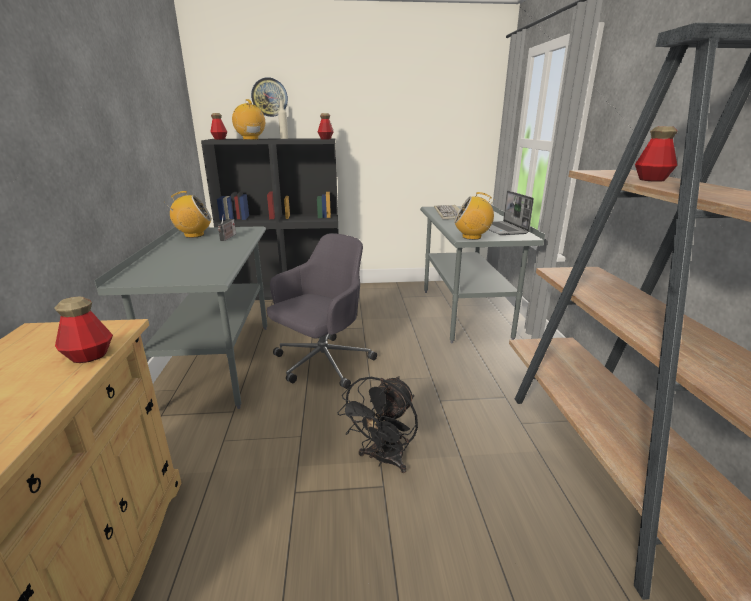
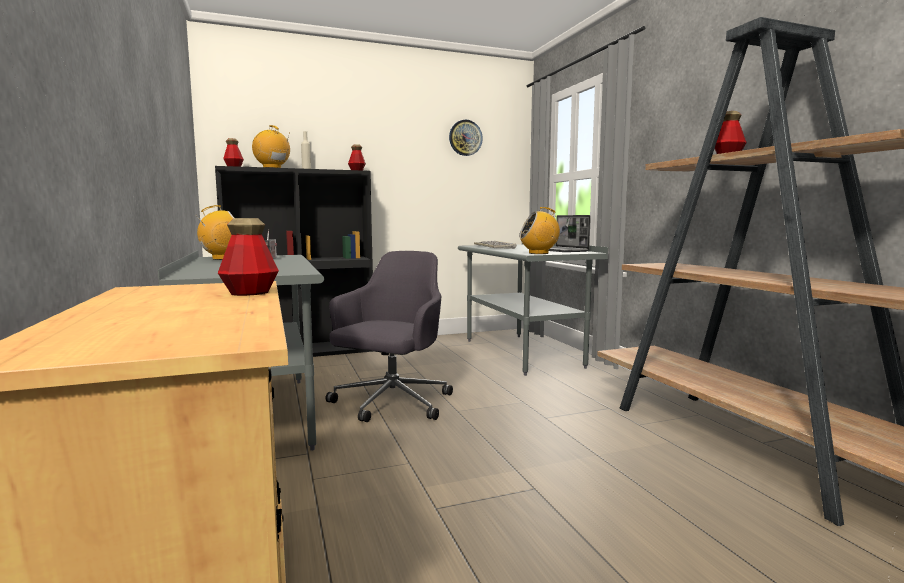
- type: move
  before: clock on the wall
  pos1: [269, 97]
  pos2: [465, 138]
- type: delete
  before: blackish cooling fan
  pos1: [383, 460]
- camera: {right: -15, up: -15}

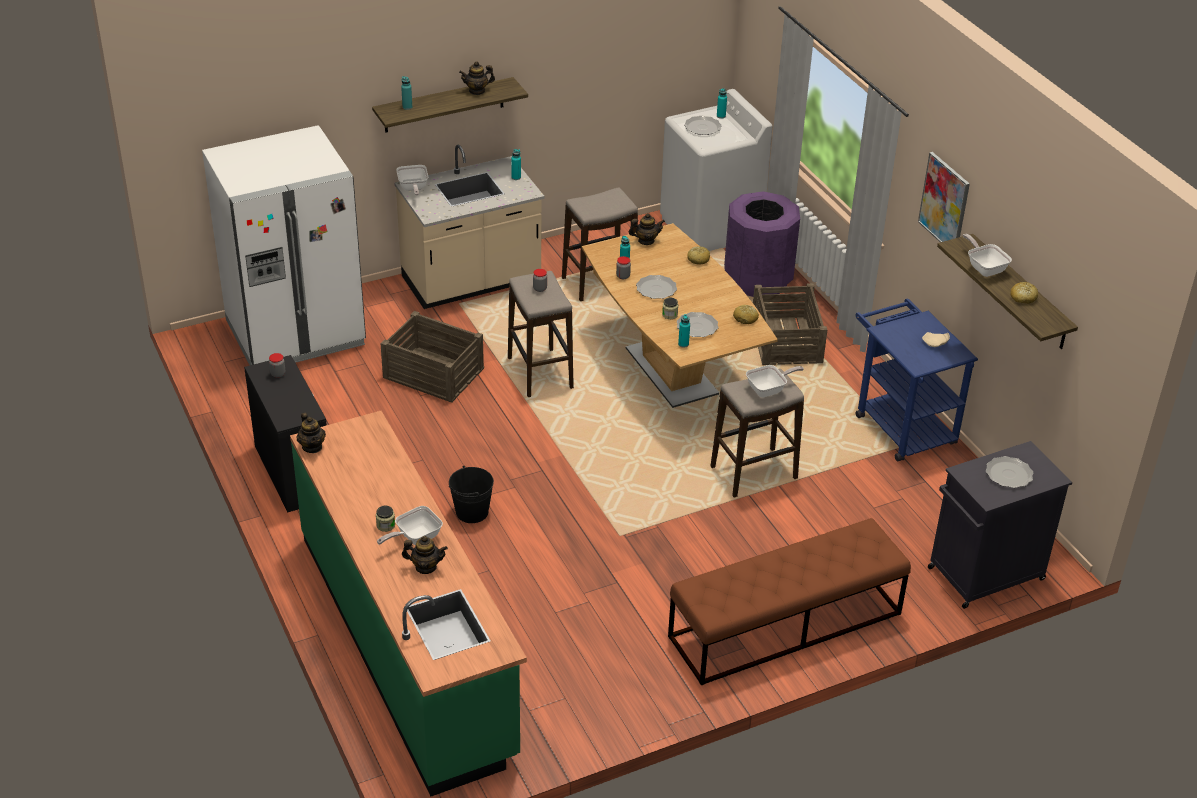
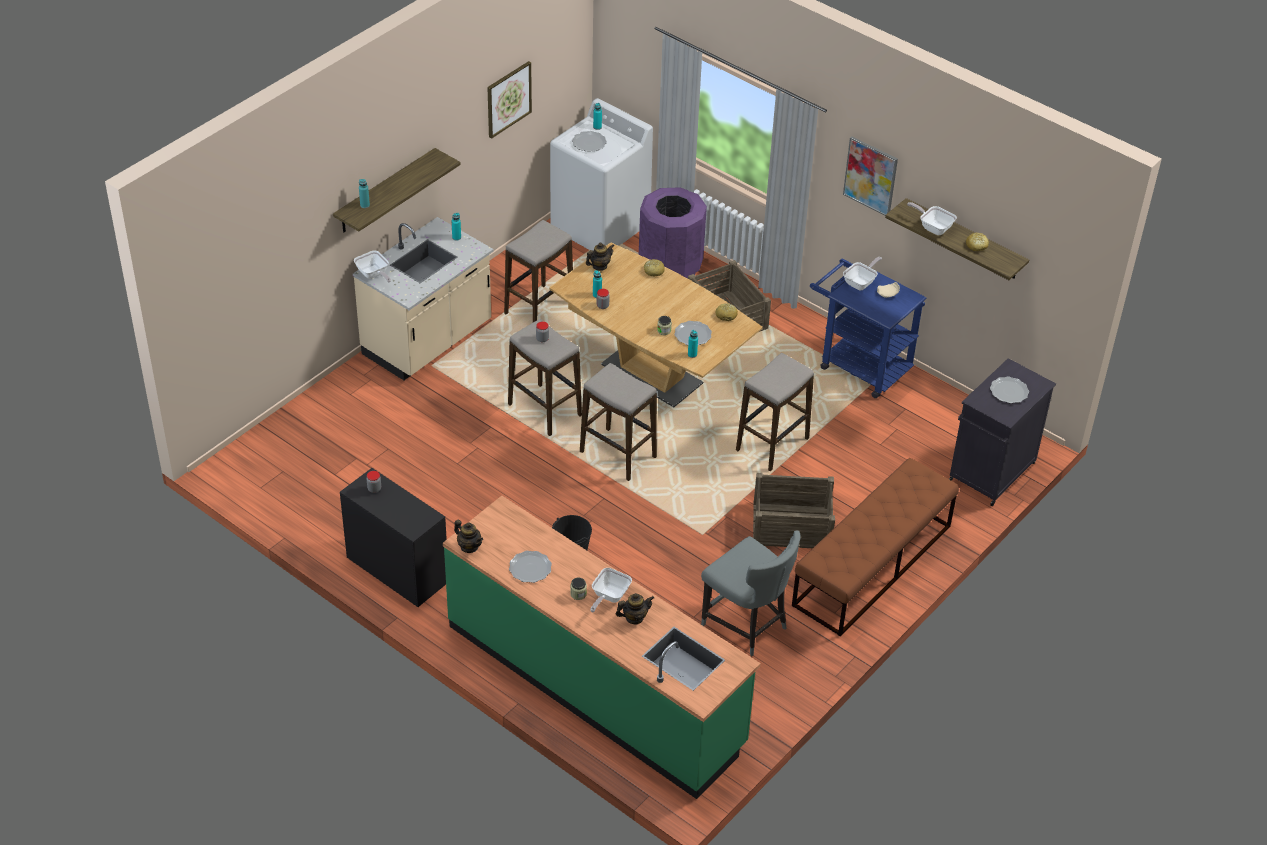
- type: delete
  before: white-coloured kitchen fridge
  pos1: [296, 333]
- type: move
  before: shipping crate
  pos1: [433, 373]
  pos2: [792, 525]
- type: delete
  before: teapot
  pos1: [477, 91]
- type: move
  before: dinner plate
  pos1: [656, 288]
  pos2: [530, 568]
- type: move
  before: frying pan
  pos1: [769, 390]
  pos2: [861, 282]
- type: insert
  after: wall picture
  pos2: [508, 99]
- type: insert
  after: stool seat
  pos2: [618, 455]
- type: insert
  after: greyish upright chair
  pos2: [746, 626]
- camera: {right: -25, up: 5}

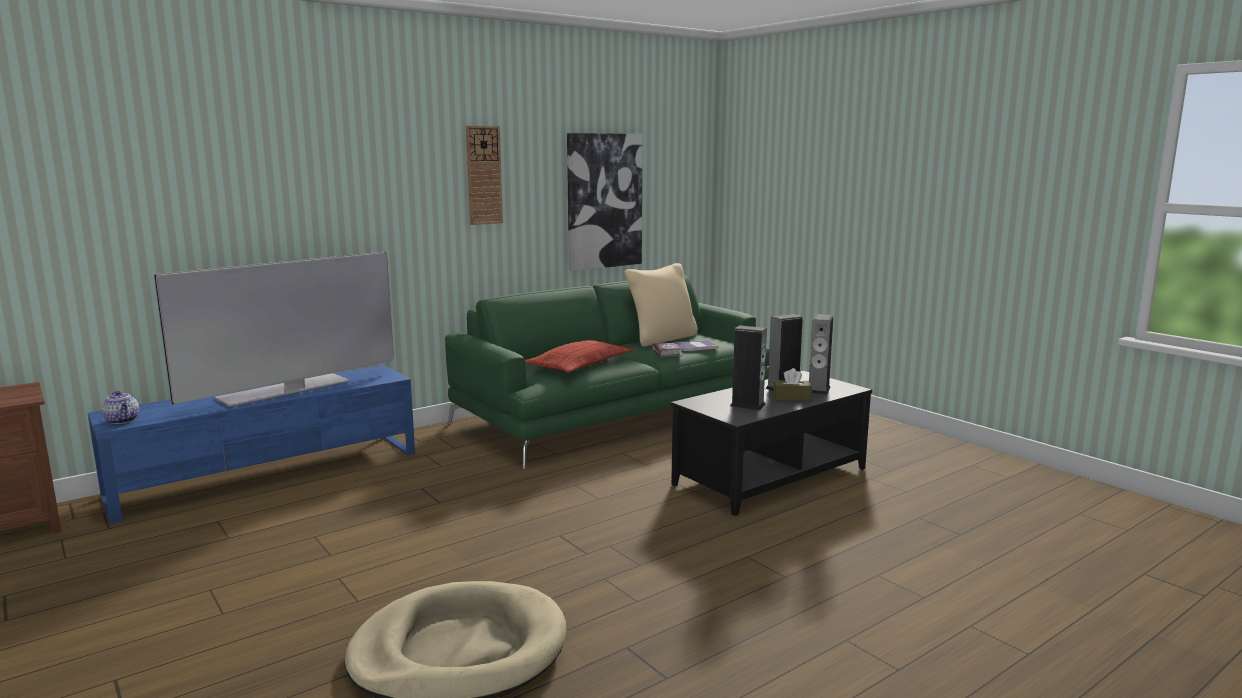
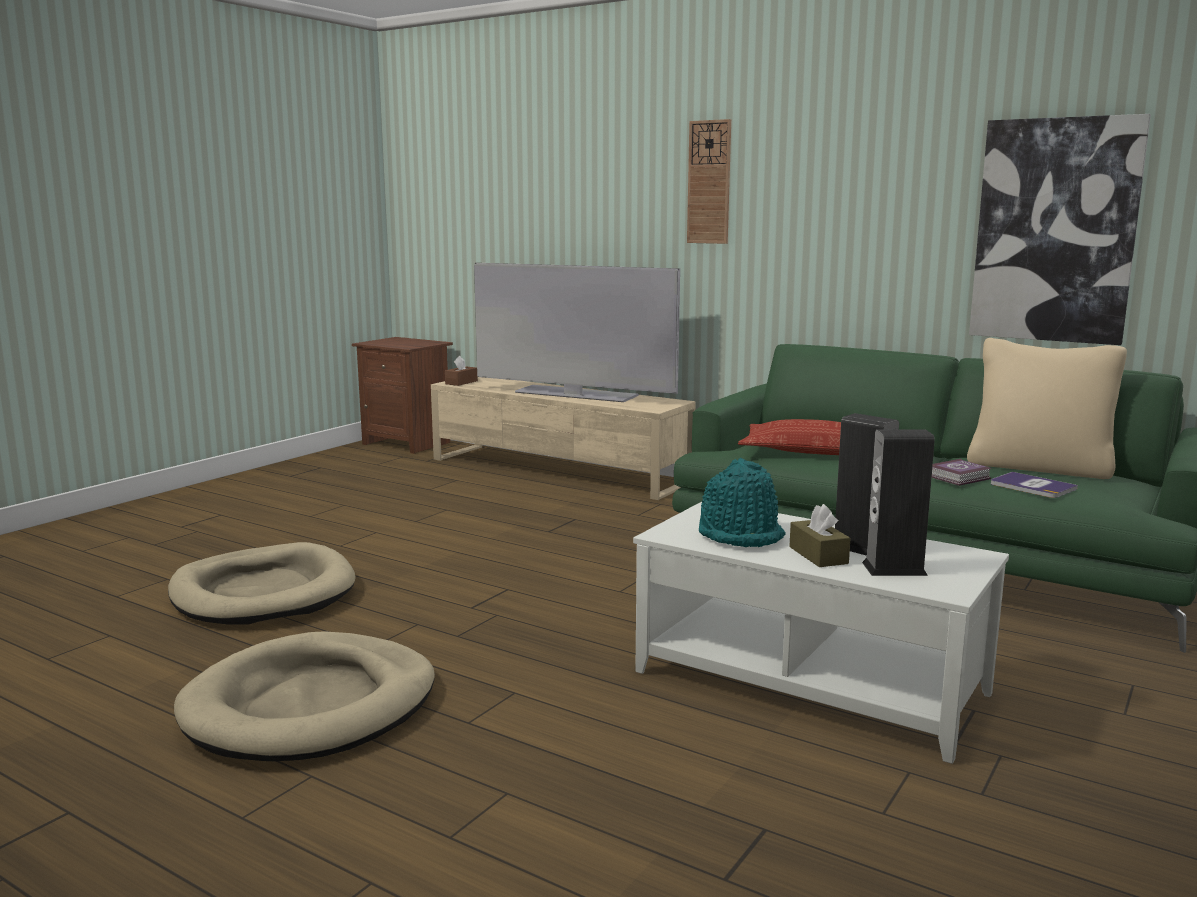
- type: recolor
  before: blue media console
  after: sand-coloured media console
  pos1: [270, 474]
  pos2: [558, 471]
- type: replace
  before: teapot
  after: brownish box of tissues
  pos1: [123, 420]
  pos2: [461, 382]
- type: move
  before: clock on the wall
  pos1: [484, 175]
  pos2: [709, 182]
- type: recolor
  before: blackish coffee table
  after: white-coloured coffee table
  pos1: [769, 476]
  pos2: [810, 681]
- type: replace
  before: speaker
  after: turquoise clothing hat
  pos1: [747, 405]
  pos2: [740, 534]
- type: insert
  after: sand-coloured pet bed
  pos2: [311, 706]
- camera: {right: 70, up: 0}

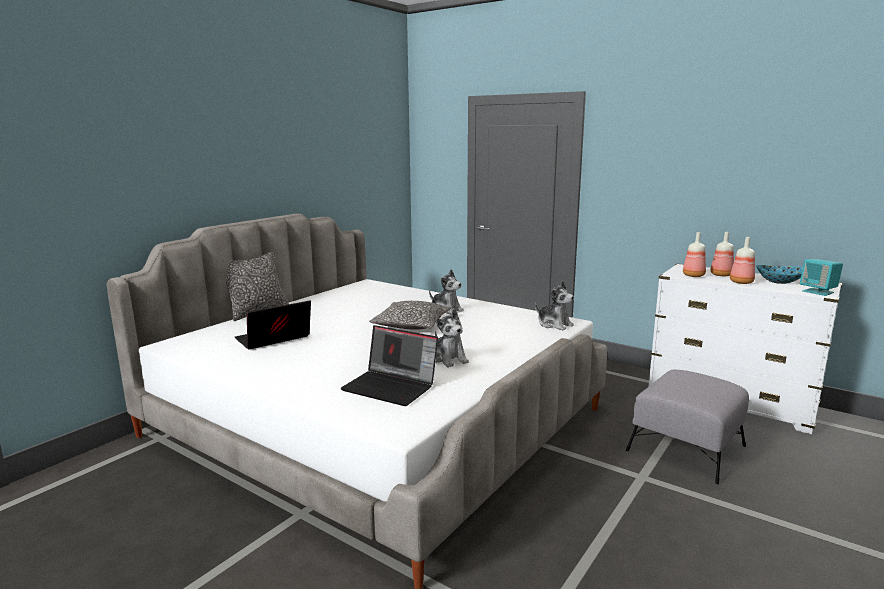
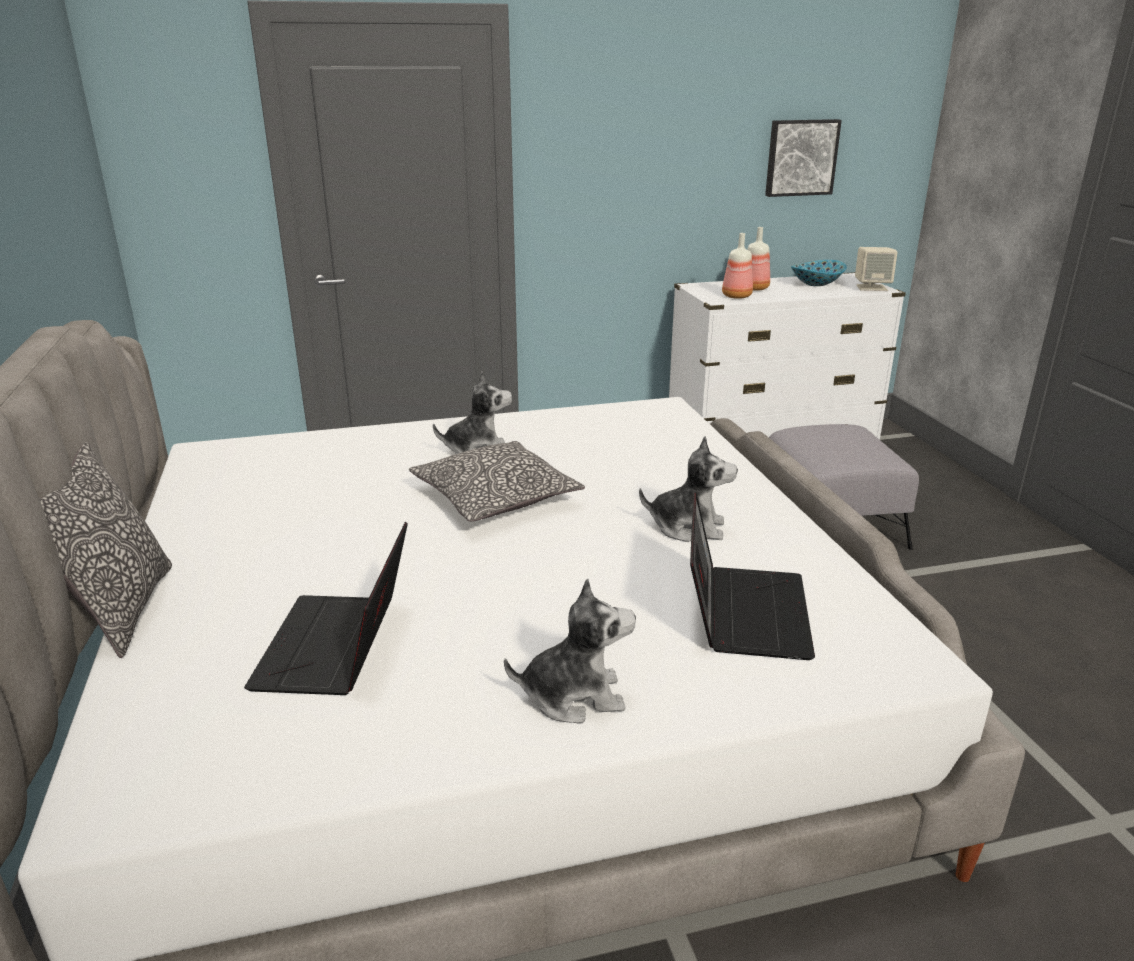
- type: rotate
  before: portable computer
  pos1: [391, 387]
  pos2: [743, 611]
  turn: -60
- type: move
  before: plush toy
  pos1: [554, 324]
  pos2: [574, 696]
- type: delete
  before: beverage bottle
  pos1: [741, 282]
- type: recolor
  before: turquoise speaker
  after: sand-coloured speaker
  pos1: [818, 292]
  pos2: [872, 287]
- type: insert
  after: wall picture
  pos2: [800, 157]
- camera: {right: -50, up: 10}

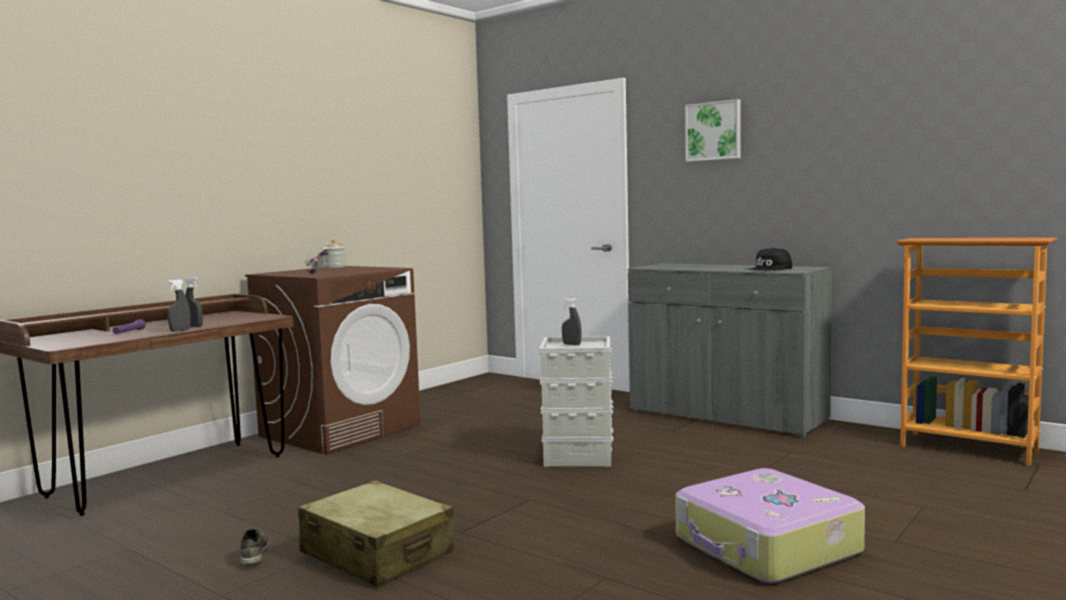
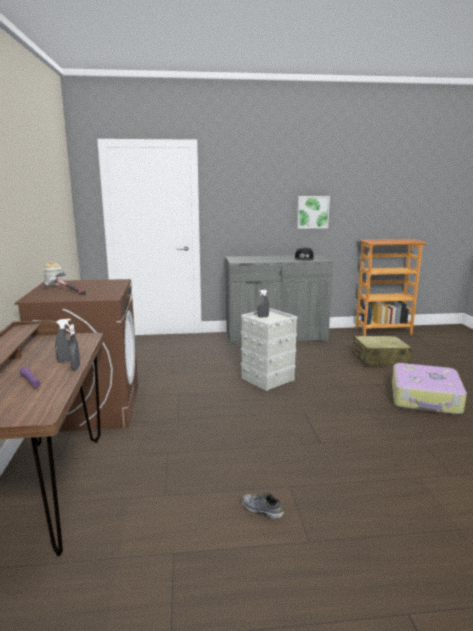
- type: move
  before: sand-coloured travel case
  pos1: [377, 554]
  pos2: [379, 359]
- type: move
  before: wall picture
  pos1: [714, 131]
  pos2: [312, 212]
- camera: {right: -45, up: 10}

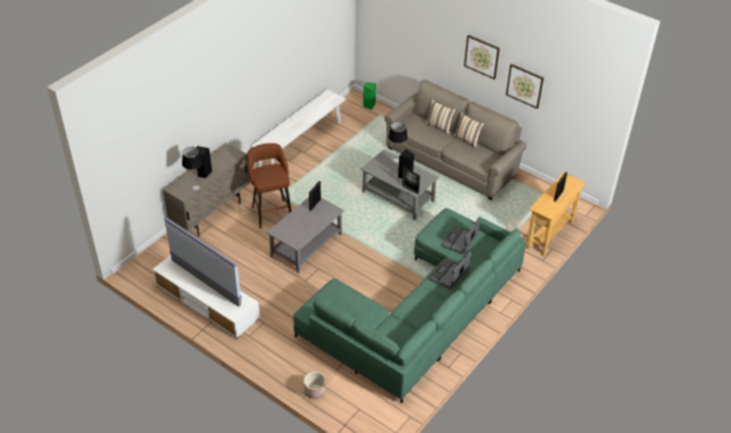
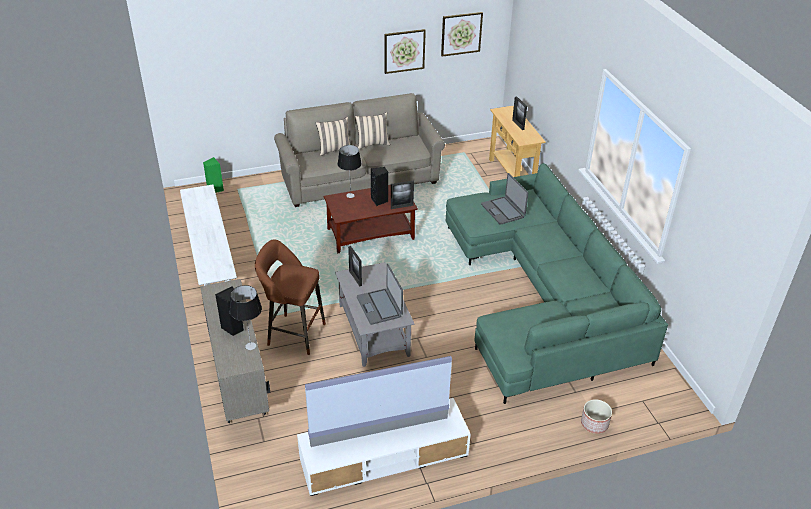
- type: recolor
  before: greyish coffee table
  after: brownish coffee table
  pos1: [399, 197]
  pos2: [371, 234]
- type: move
  before: portable computer
  pos1: [449, 274]
  pos2: [380, 307]
- type: move
  before: wall picture
  pos1: [482, 56]
  pos2: [461, 33]
- camera: {right: -55, up: -5}

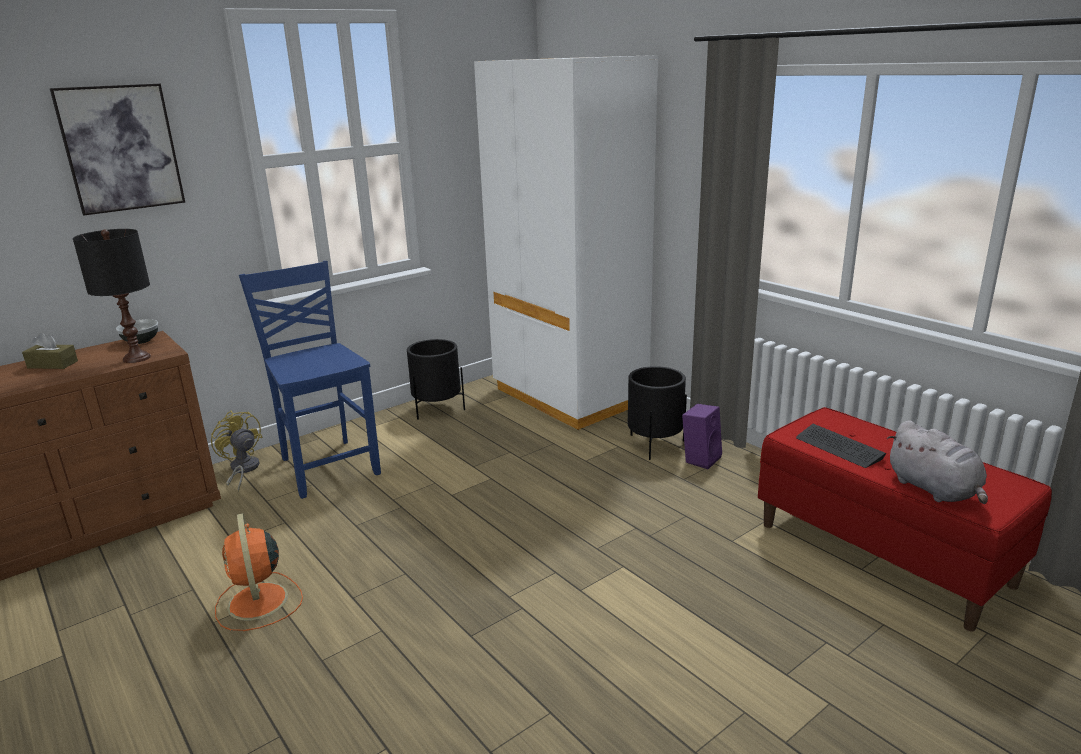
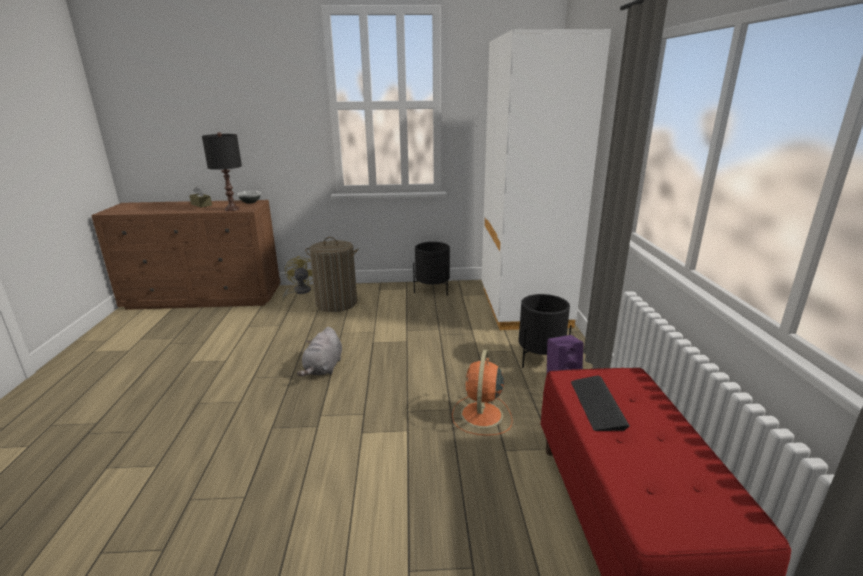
- type: delete
  before: wall picture
  pos1: [121, 148]
- type: move
  before: orangey cooling fan
  pos1: [258, 603]
  pos2: [481, 416]
- type: replace
  before: blue upright chair
  after: laundry basket
  pos1: [328, 466]
  pos2: [336, 303]
- type: move
  before: greyish plush toy
  pos1: [935, 490]
  pos2: [323, 368]
- camera: {right: 35, up: 0}

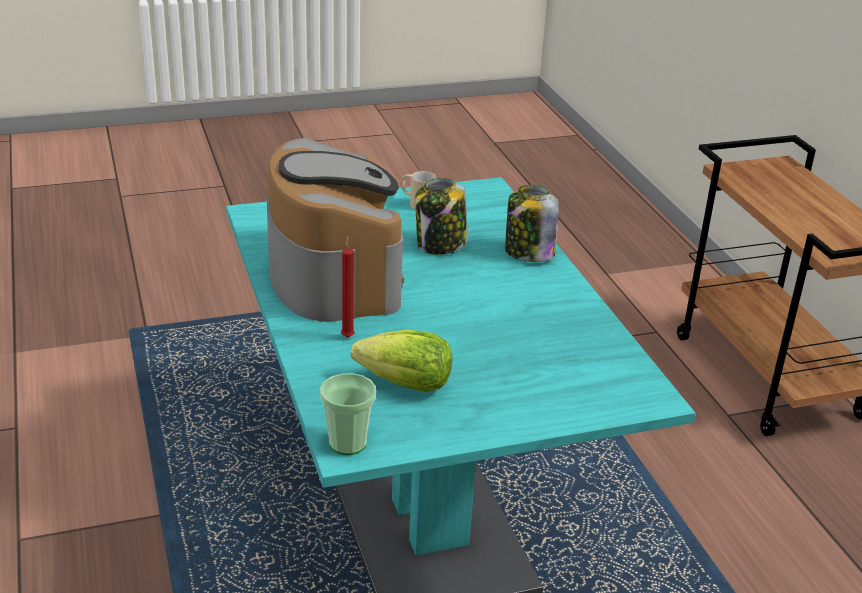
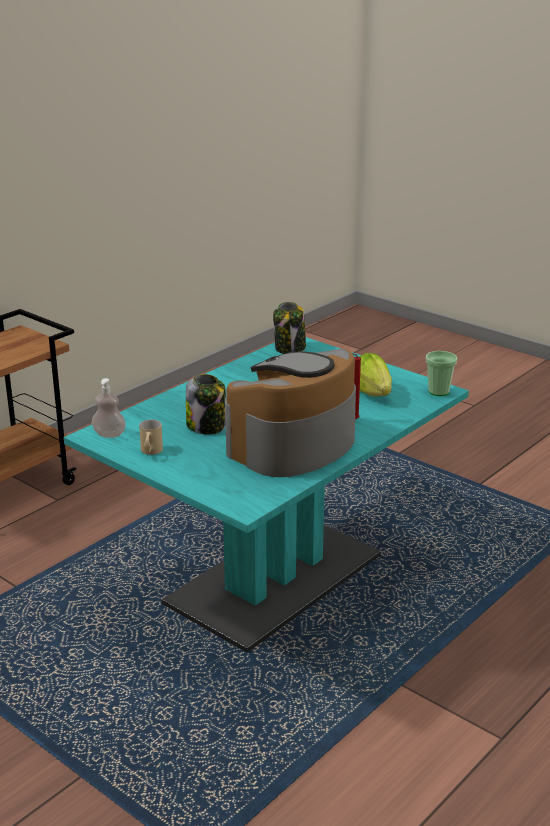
- type: move
  before: preserve jar
  pos1: [528, 253]
  pos2: [290, 348]
- type: insert
  after: soap dispenser
  pos2: [109, 434]
- camera: {right: -120, up: -5}

